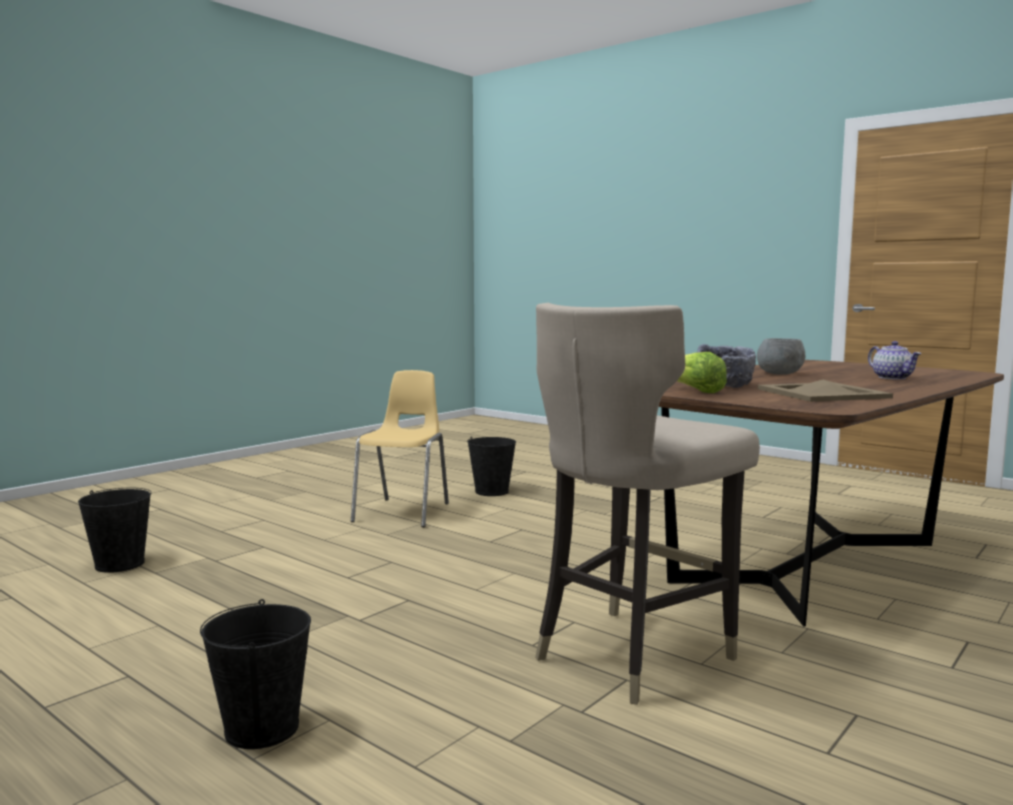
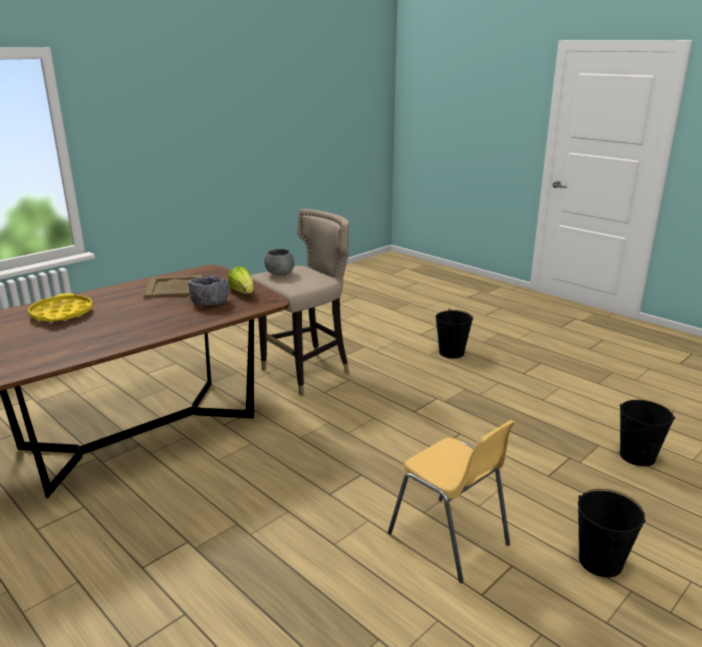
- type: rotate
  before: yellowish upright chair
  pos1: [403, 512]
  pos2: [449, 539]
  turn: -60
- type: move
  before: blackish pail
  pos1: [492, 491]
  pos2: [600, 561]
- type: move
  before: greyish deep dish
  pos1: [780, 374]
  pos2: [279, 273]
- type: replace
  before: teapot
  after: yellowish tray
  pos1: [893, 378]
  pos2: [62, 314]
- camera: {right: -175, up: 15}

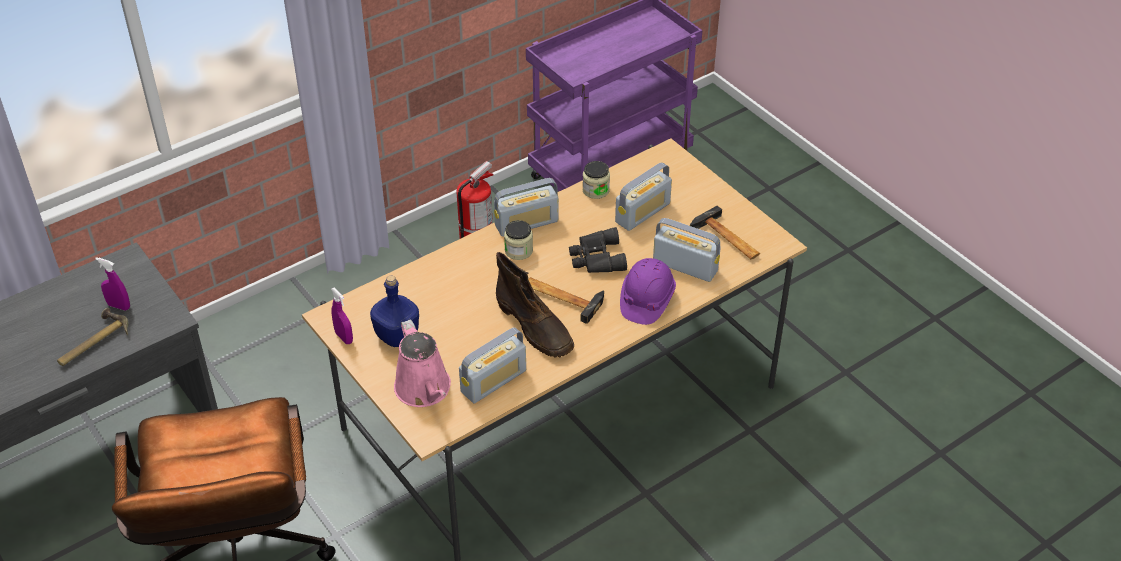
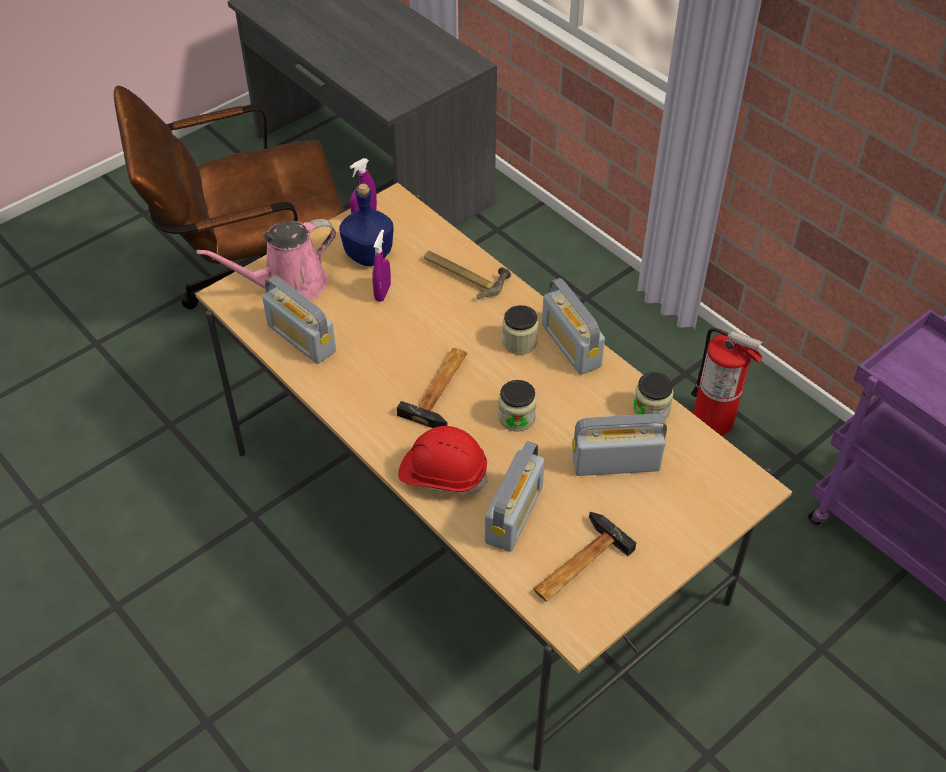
- type: move
  before: hand hammer
  pos1: [92, 342]
  pos2: [465, 274]
- type: move
  before: purple-coloured hand sprayer
  pos1: [119, 306]
  pos2: [382, 293]
- type: delete
  before: brownish boot
  pos1: [535, 327]
- type: replace
  before: blackish binoculars
  after: preserve jar
  pos1: [596, 258]
  pos2: [516, 417]
- type: rotate
  before: radio receiver
  pos1: [642, 213]
  pos2: [615, 463]
  turn: 135
- type: recolor
  before: purple-coloured safety helmet
  after: reddish safety helmet
  pos1: [646, 300]
  pos2: [443, 473]
- camera: {right: 85, up: 5}

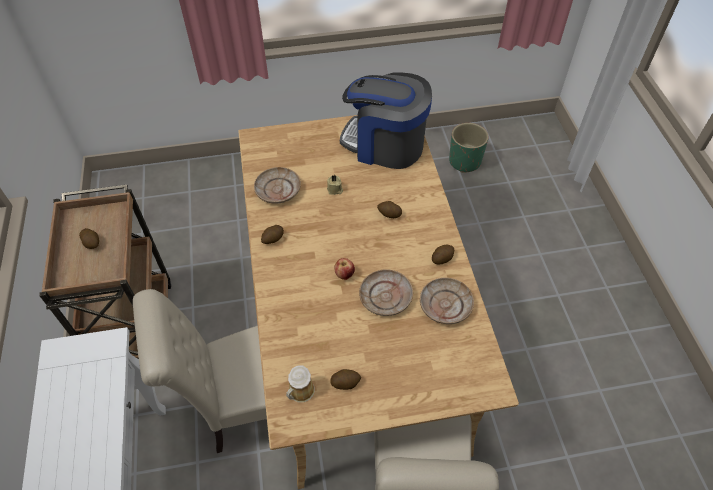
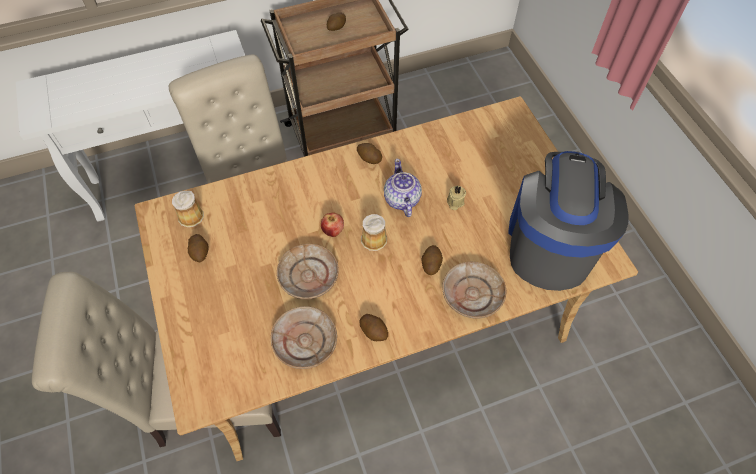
- type: move
  before: sand-coloured dinner plate
  pos1: [278, 190]
  pos2: [472, 294]
- type: delete
  before: green-coloured planter
  pos1: [465, 161]
- type: insert
  after: coffee mug
  pos2: [374, 238]
- type: insert
  after: teapot
  pos2: [401, 200]
- camera: {right: 80, up: 5}

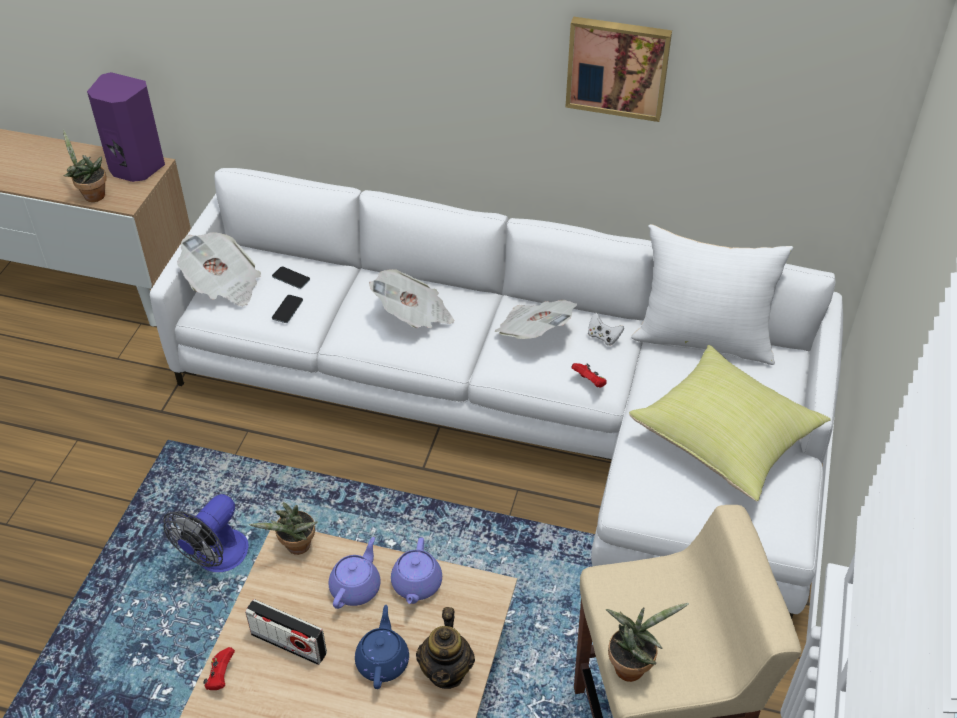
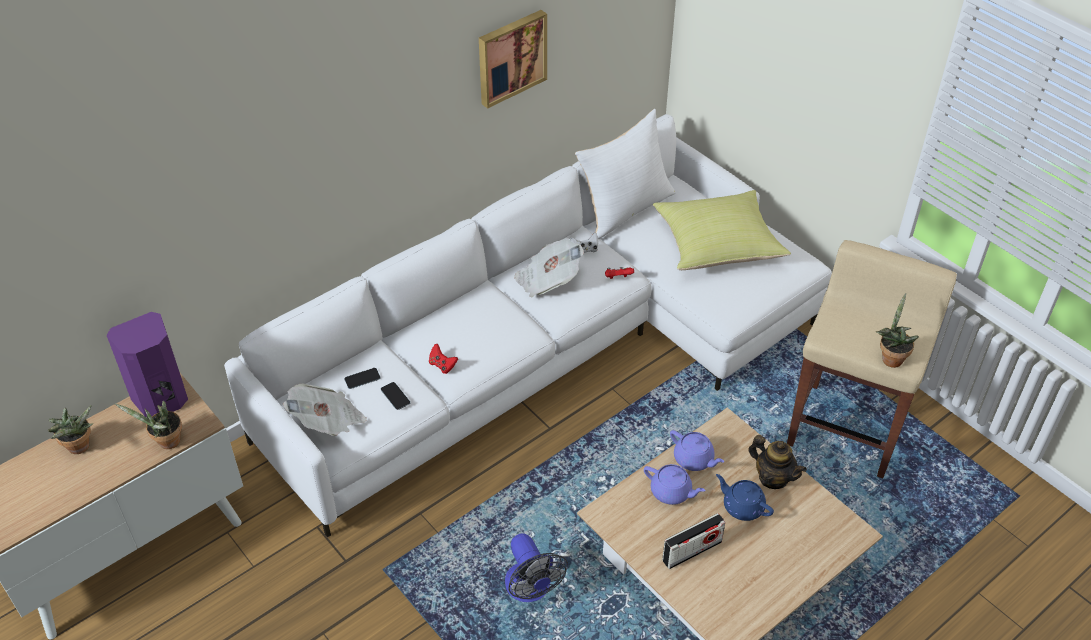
- type: move
  before: reddish game controller
  pos1: [220, 676]
  pos2: [442, 365]
- type: move
  before: plant in a pot
  pos1: [296, 548]
  pos2: [80, 449]
- type: rotate
  before: purple-coloured teapot
  pos1: [356, 587]
  pos2: [672, 492]
  turn: 150
- type: delete
  before: printed paper
  pos1: [414, 316]
- camera: {right: -55, up: 0}

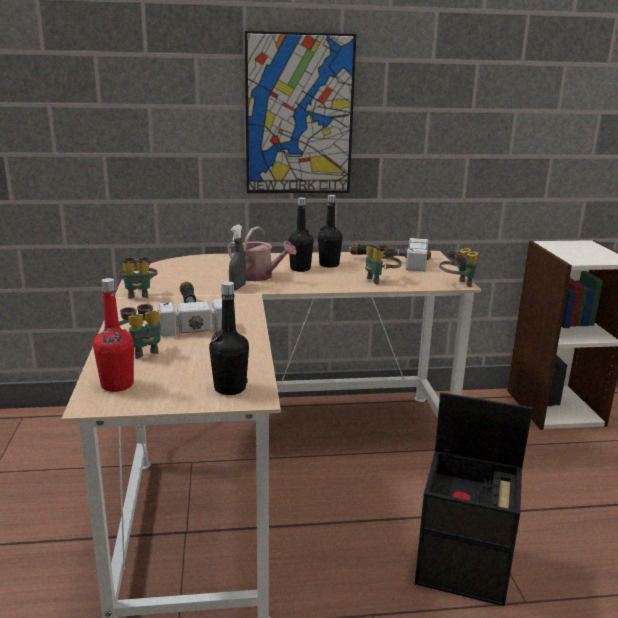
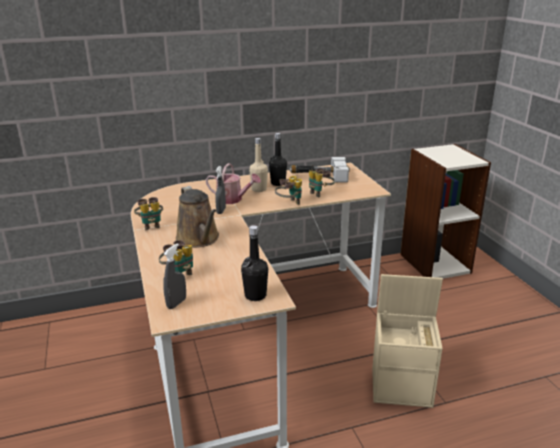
- type: replace
  before: reddish beverage bottle
  after: greyish hand sprayer
  pos1: [117, 385]
  pos2: [176, 303]
- type: replace
  before: hand hammer
  after: brownish watering pot
  pos1: [191, 315]
  pos2: [199, 239]
- type: delete
  before: wall picture
  pos1: [299, 115]
- type: recolor
  before: blackish beverage bottle
  after: sand-coloured beverage bottle
  pos1: [300, 269]
  pos2: [259, 189]
- type: recolor
  before: blackish storage box
  after: sand-coloured storage box
  pos1: [465, 568]
  pos2: [402, 386]
- type: move
  before: binoculars
  pos1: [457, 285]
  pos2: [289, 204]
- camera: {right: -10, up: 5}

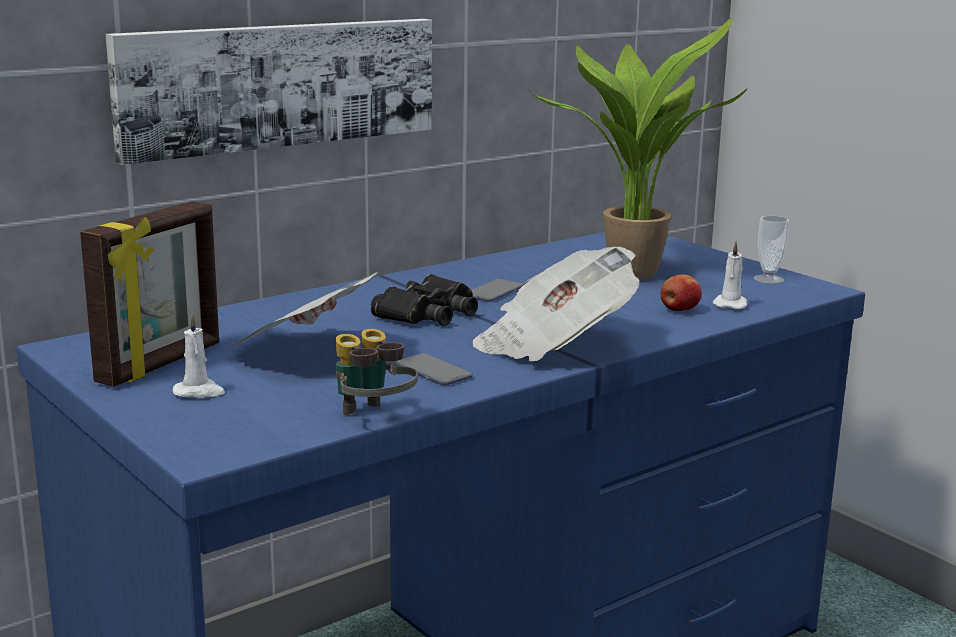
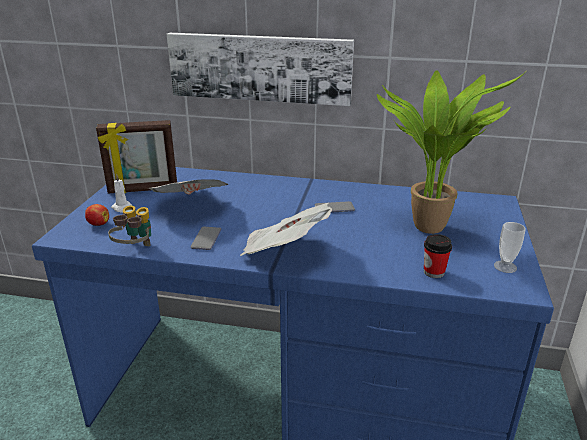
- type: delete
  before: blackish binoculars
  pos1: [428, 313]
- type: move
  before: apple fruit
  pos1: [679, 310]
  pos2: [98, 224]
- type: replace
  before: white-coloured candle
  after: small cup
  pos1: [730, 304]
  pos2: [434, 272]
- camera: {right: 50, up: 10}

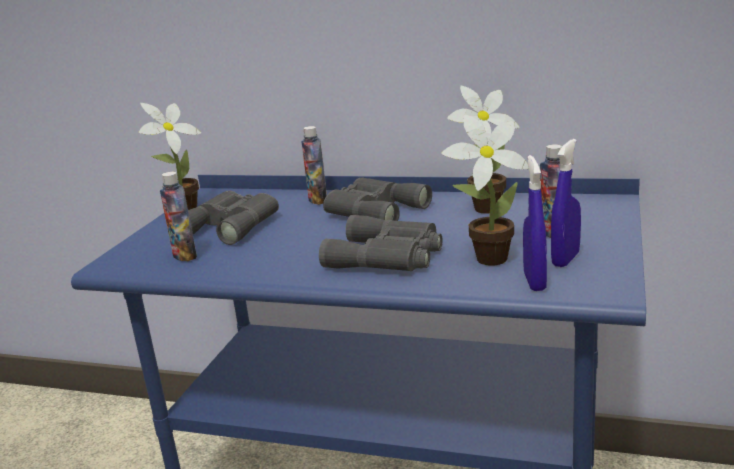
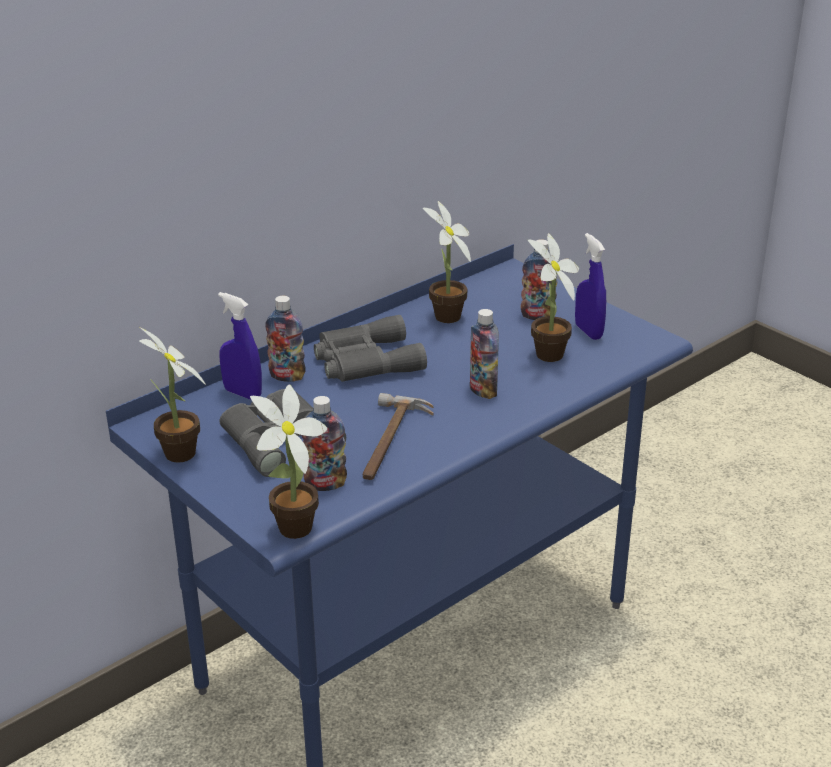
- type: replace
  before: greyish binoculars
  after: beverage bottle
  pos1: [388, 257]
  pos2: [483, 391]
- type: move
  before: blue hand sprayer
  pos1: [534, 282]
  pos2: [242, 393]
- type: insert
  after: plant in a pot
  pos2: [290, 531]
- type: insert
  after: hand hammer
  pos2: [390, 442]
- camera: {right: -60, up: 10}

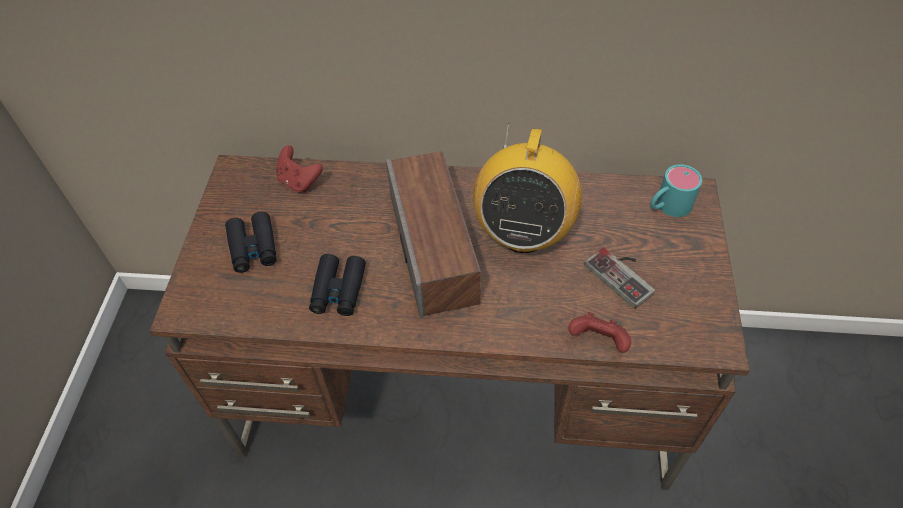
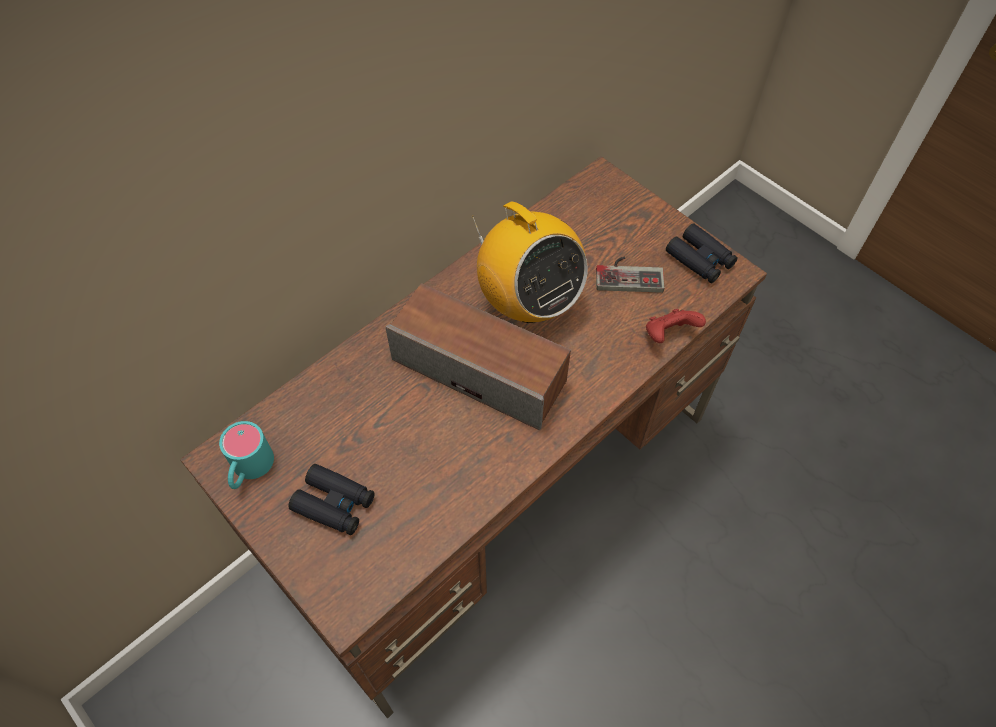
- type: delete
  before: reddish game controller
  pos1: [299, 181]
- type: move
  before: blackish binoculars
  pos1: [338, 290]
  pos2: [700, 259]
- type: move
  before: turquoise coffee mug
  pos1: [667, 206]
  pos2: [249, 469]
- camera: {right: -50, up: 5}

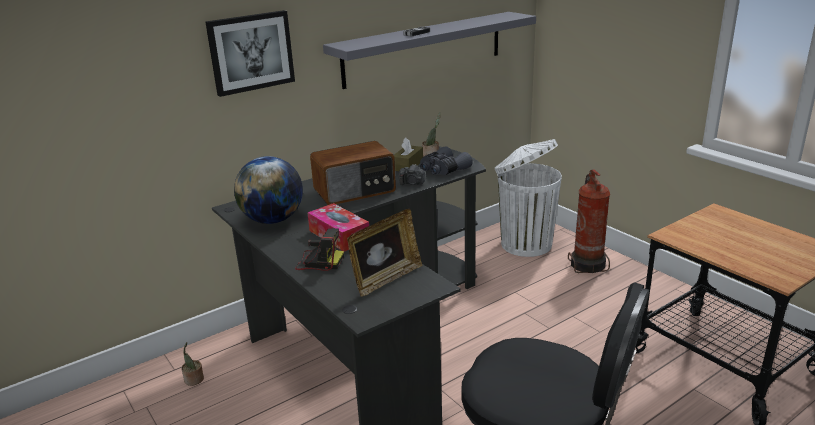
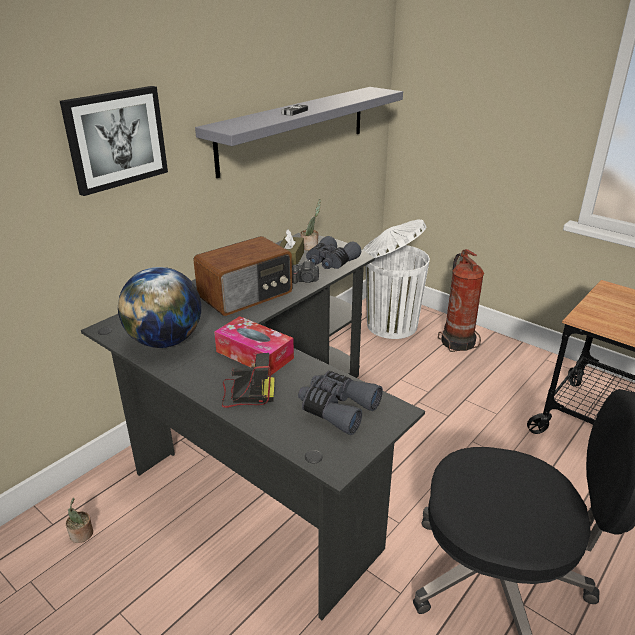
- type: replace
  before: standing frame
  after: greyish binoculars
  pos1: [386, 279]
  pos2: [337, 408]
- camera: {right: -15, up: 5}

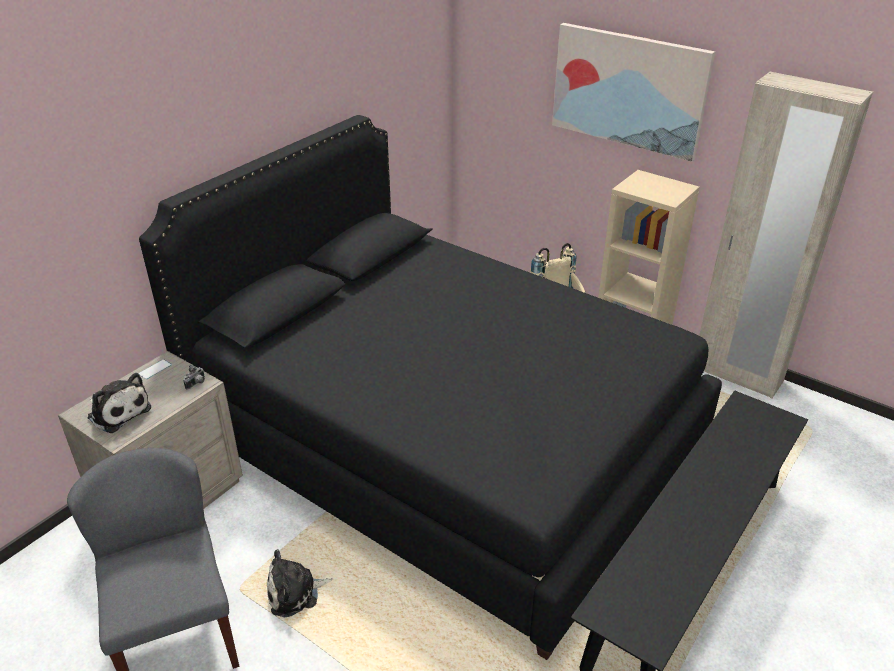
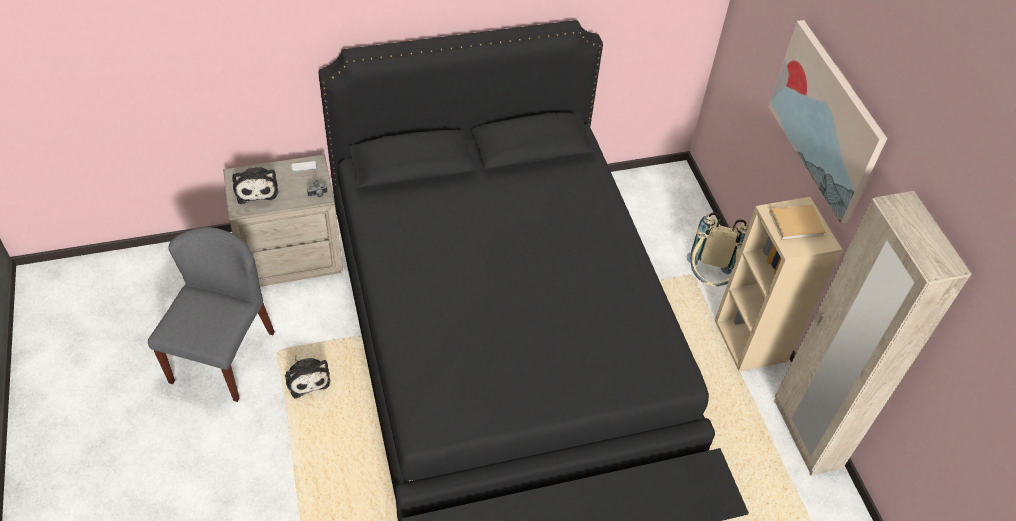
- type: rotate
  before: plush toy
  pos1: [296, 592]
  pos2: [307, 378]
  turn: -135
- type: insert
  after: sand-coloured bound book
  pos2: [798, 224]
- camera: {right: 35, up: 15}

